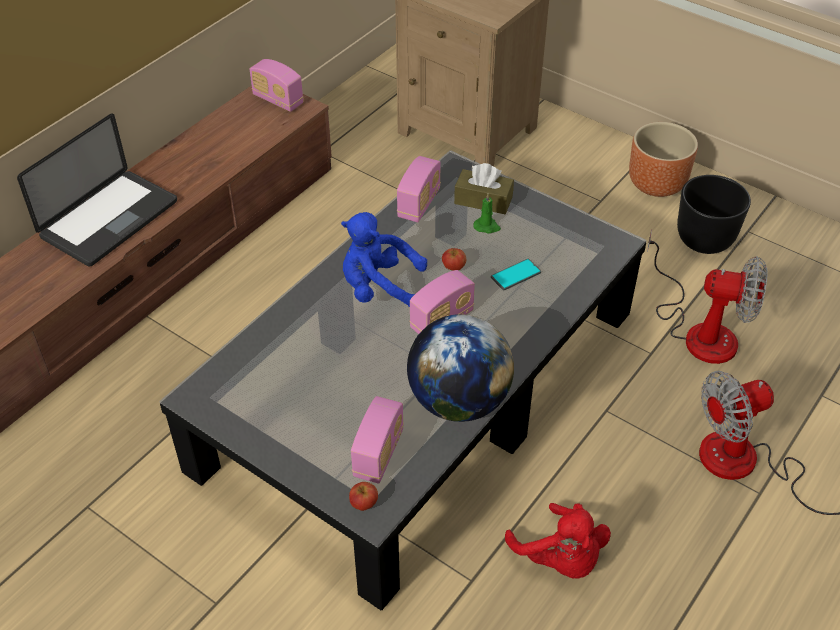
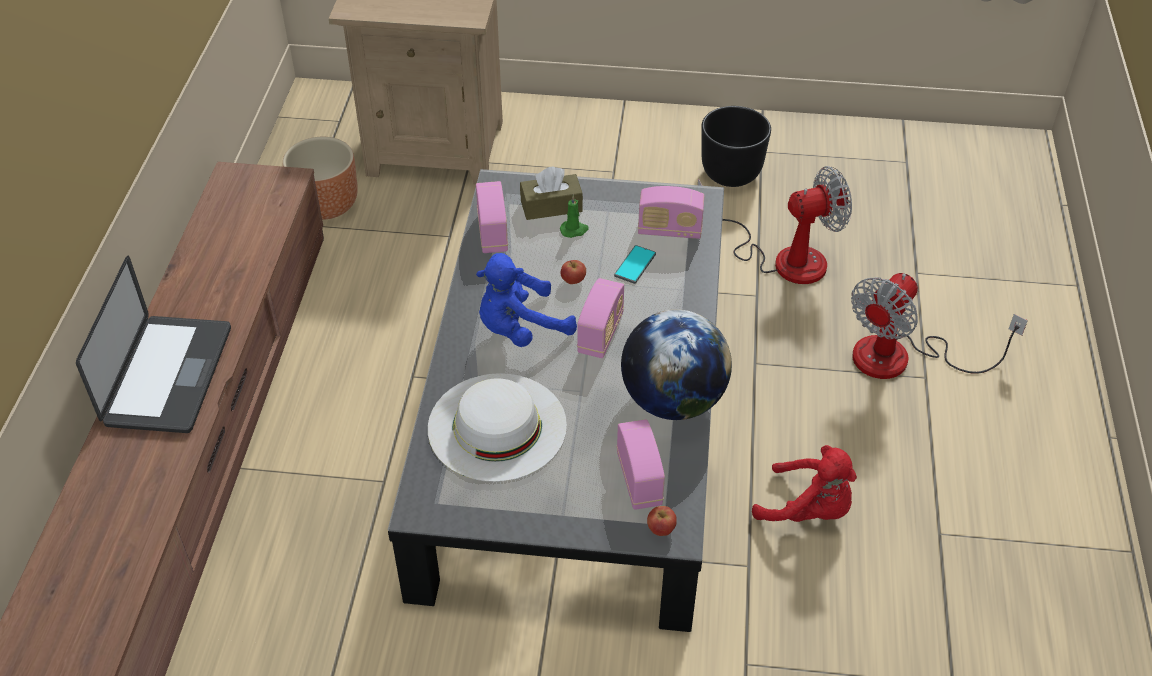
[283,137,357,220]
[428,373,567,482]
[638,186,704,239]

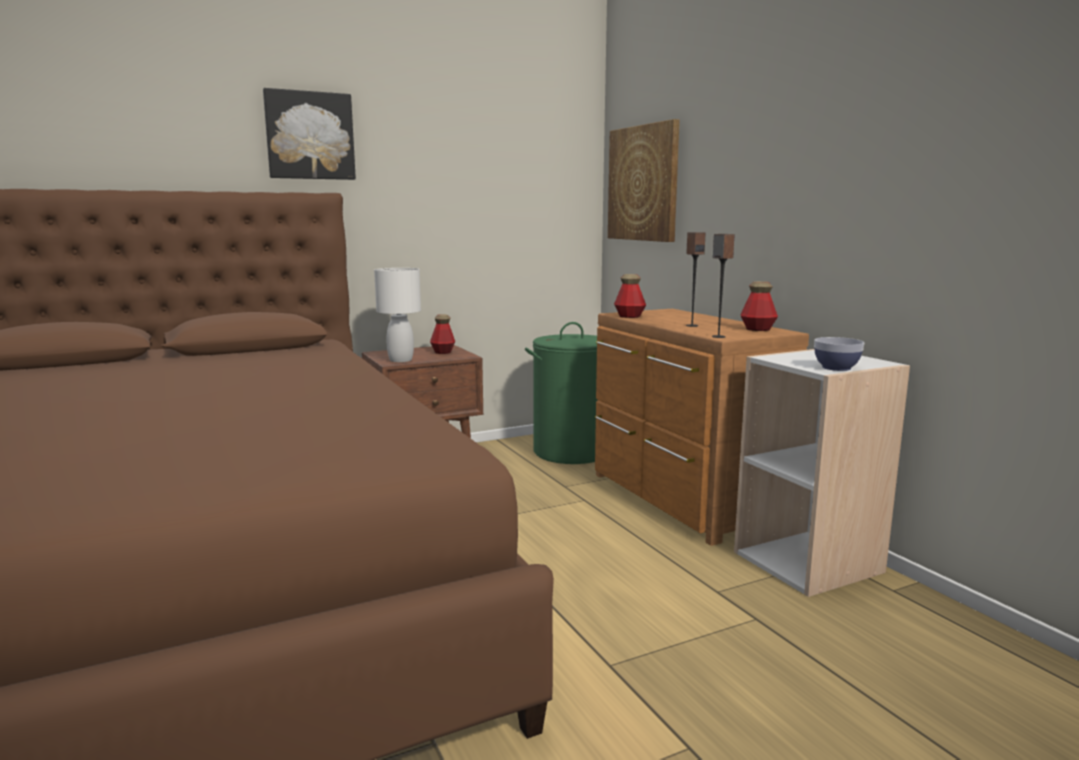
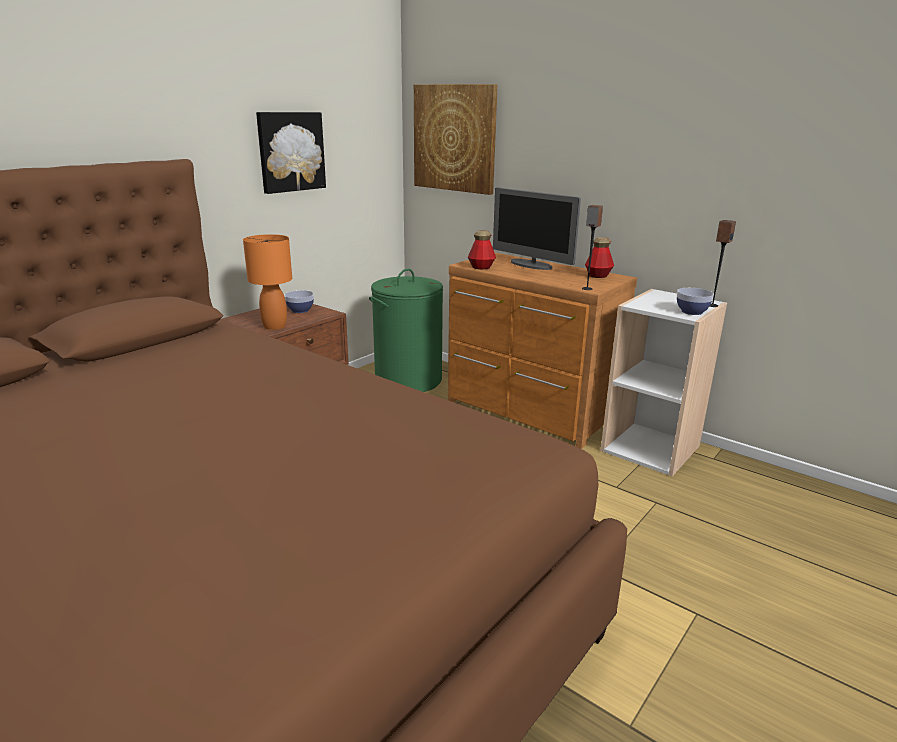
[243,234,292,330]
[256,112,326,194]
[284,290,314,313]
[493,188,581,270]
[710,220,736,307]

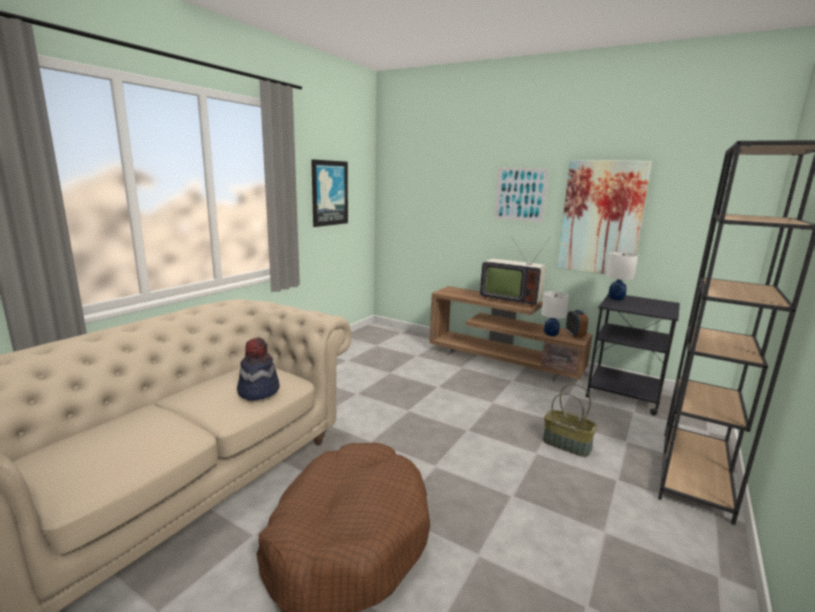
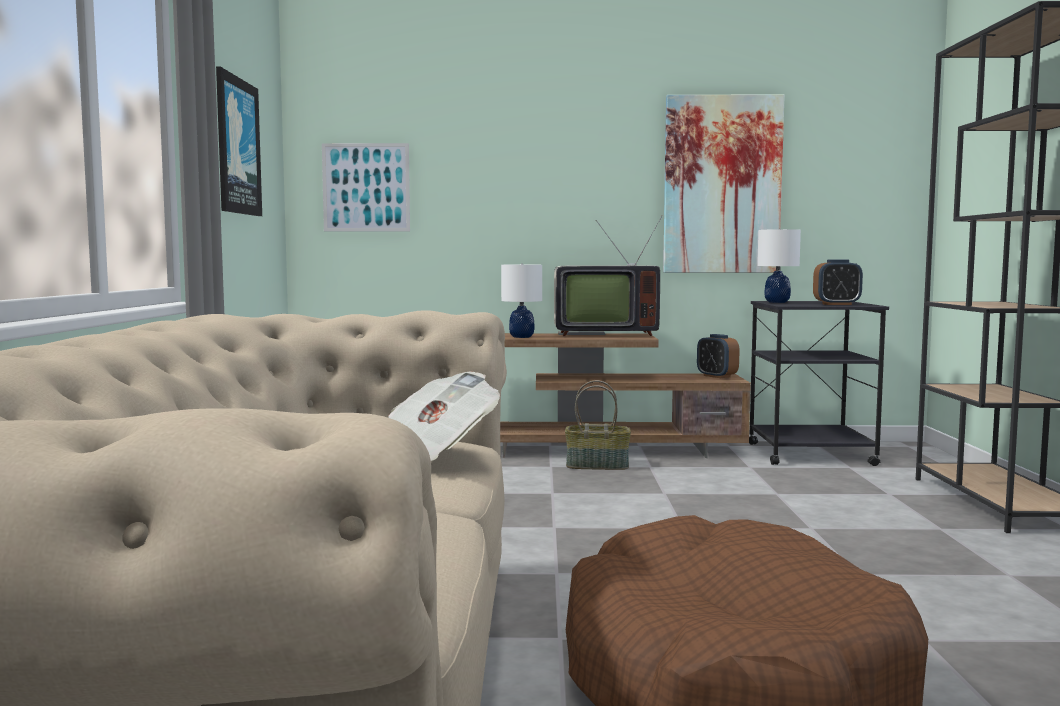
[322,143,410,231]
[388,372,500,461]
[501,263,542,338]
[565,380,631,470]
[813,260,863,305]

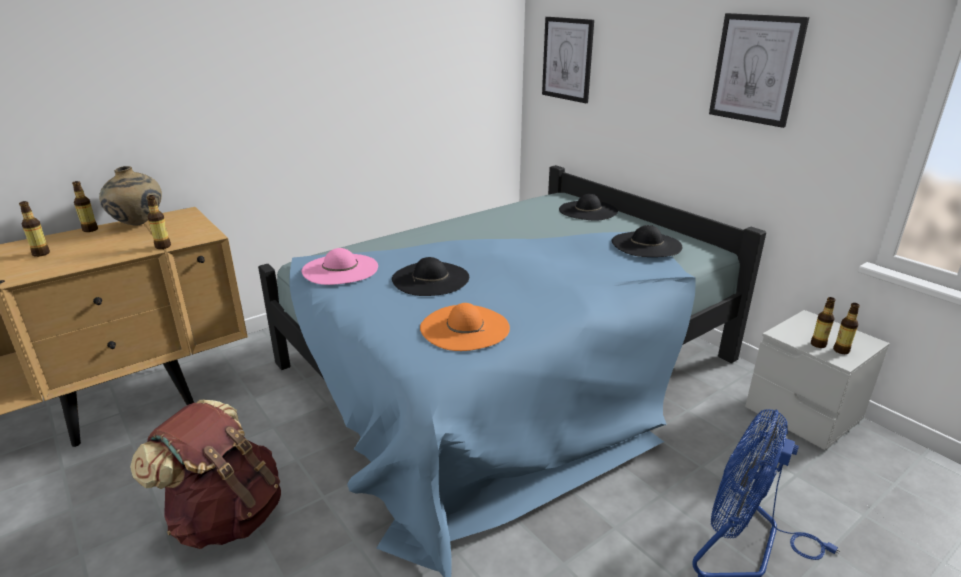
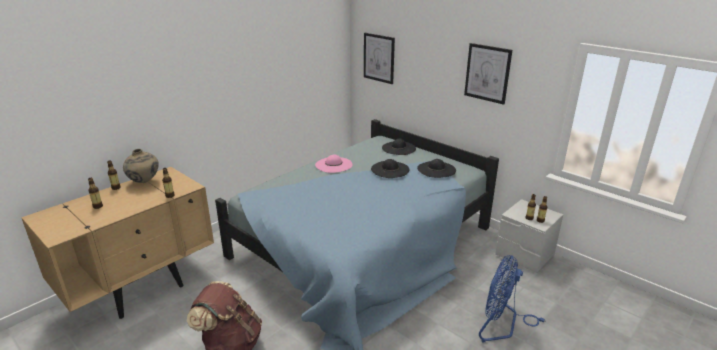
[315,154,353,173]
[371,159,409,178]
[420,303,510,351] (first image)

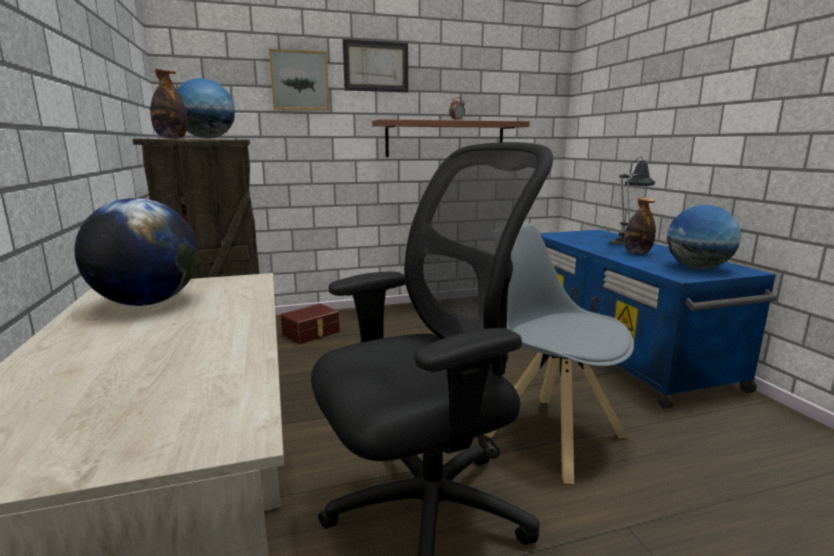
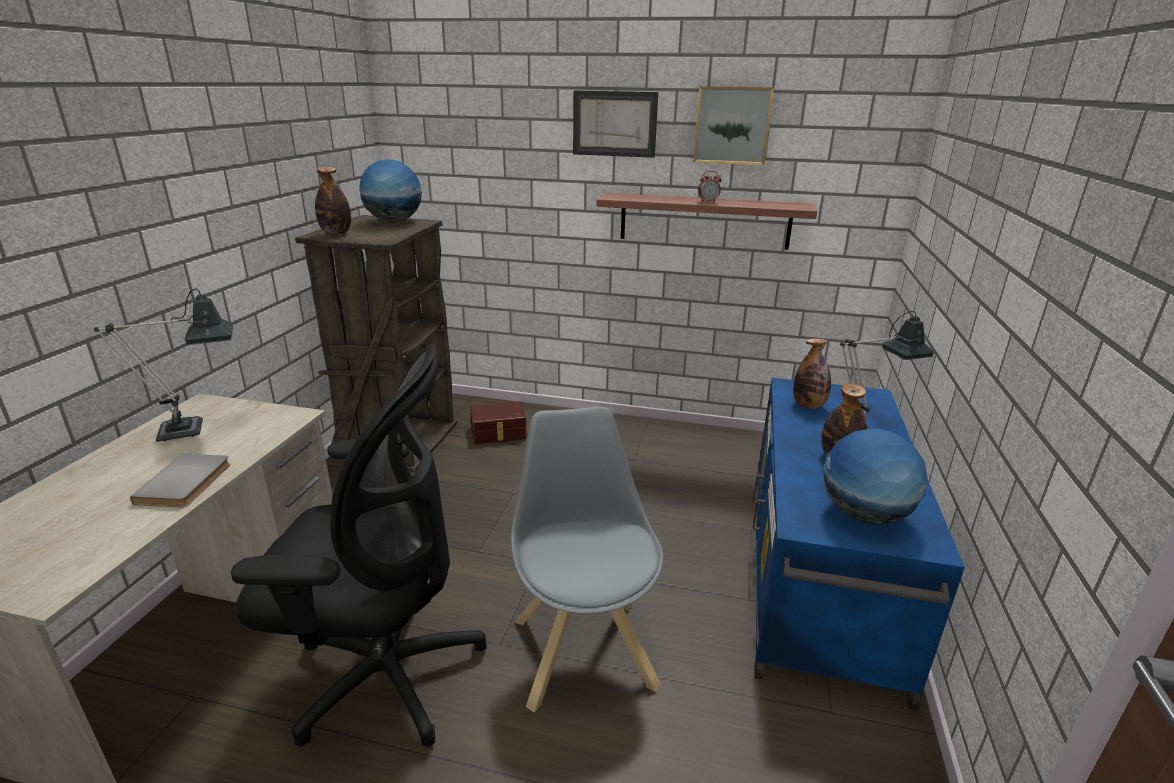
[94,289,233,442]
[130,454,230,508]
[693,86,774,166]
[793,338,831,409]

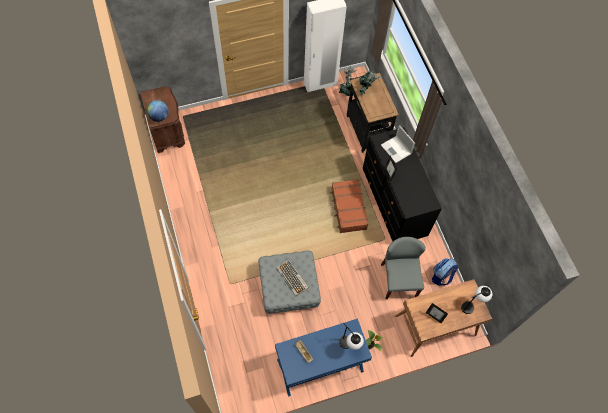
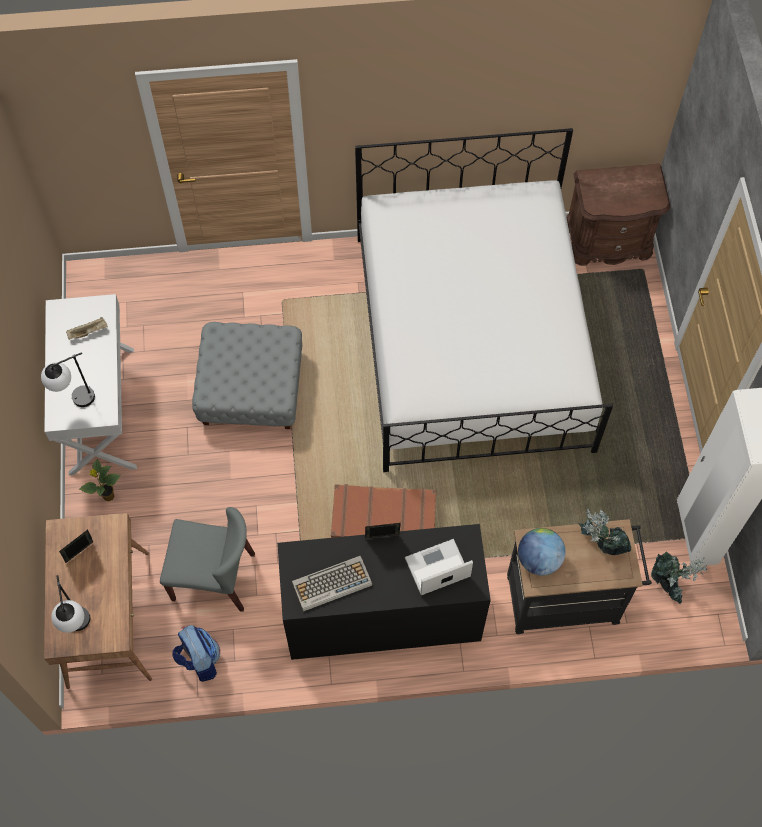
[44,294,137,475]
[292,556,372,612]
[355,128,613,472]
[518,528,566,575]

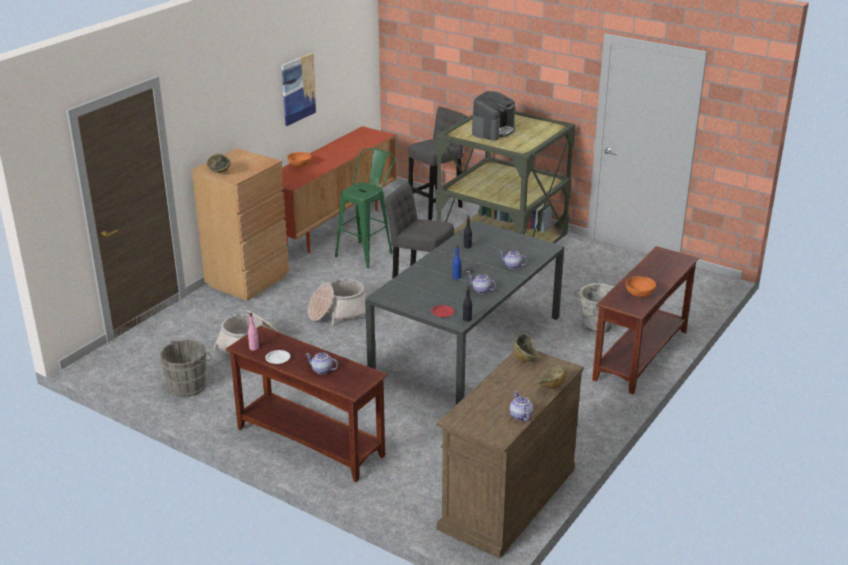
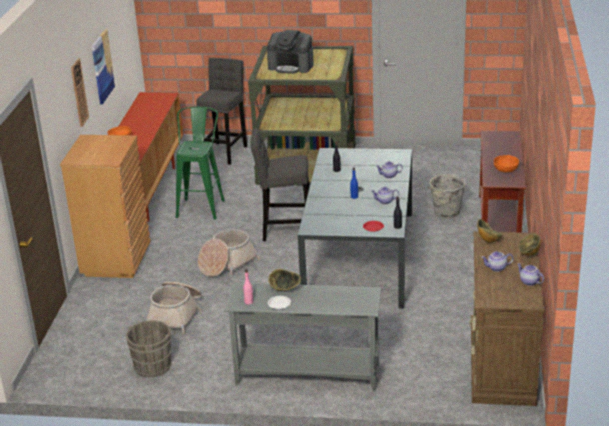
[71,58,89,127]
[224,283,382,391]
[267,30,314,74]
[268,269,301,291]
[481,251,513,272]

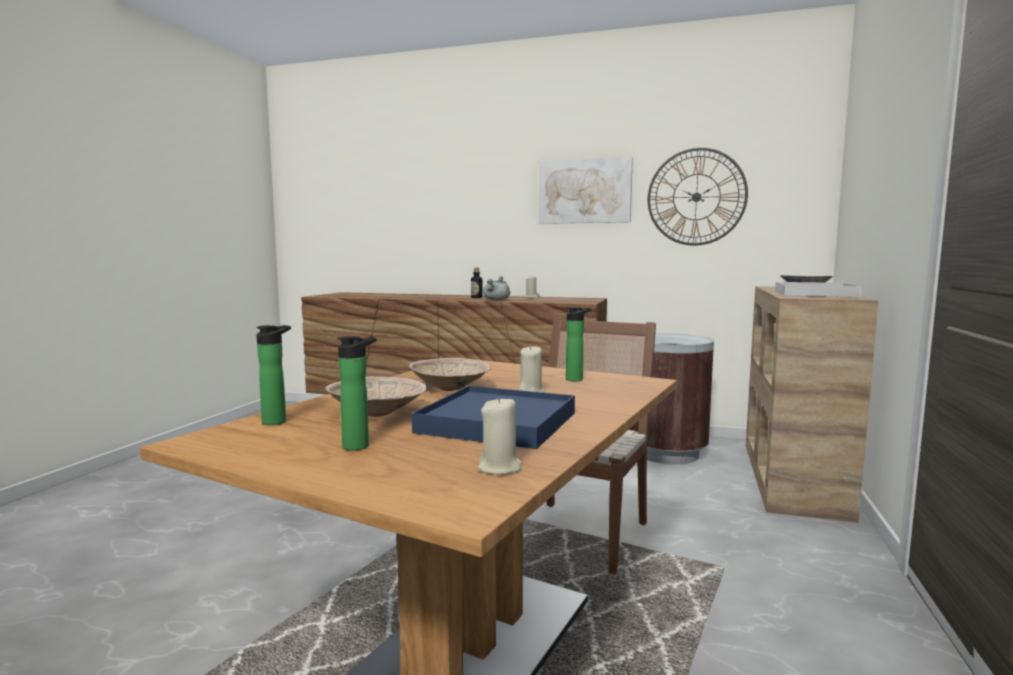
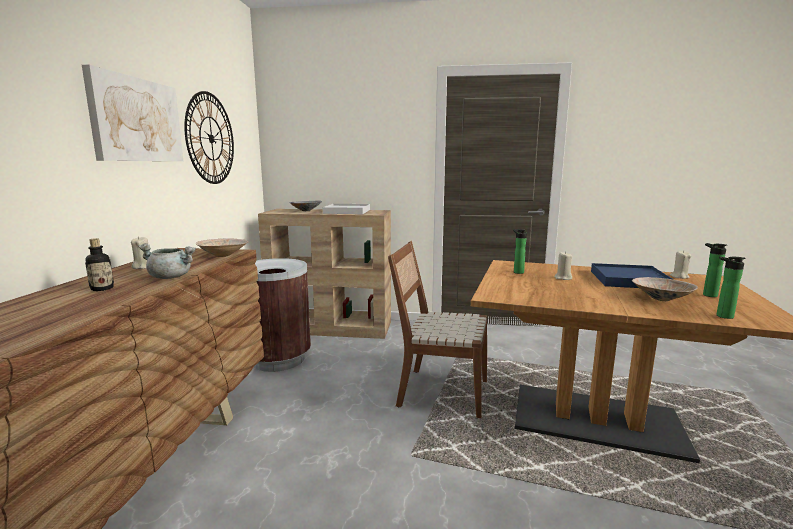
[196,238,249,257]

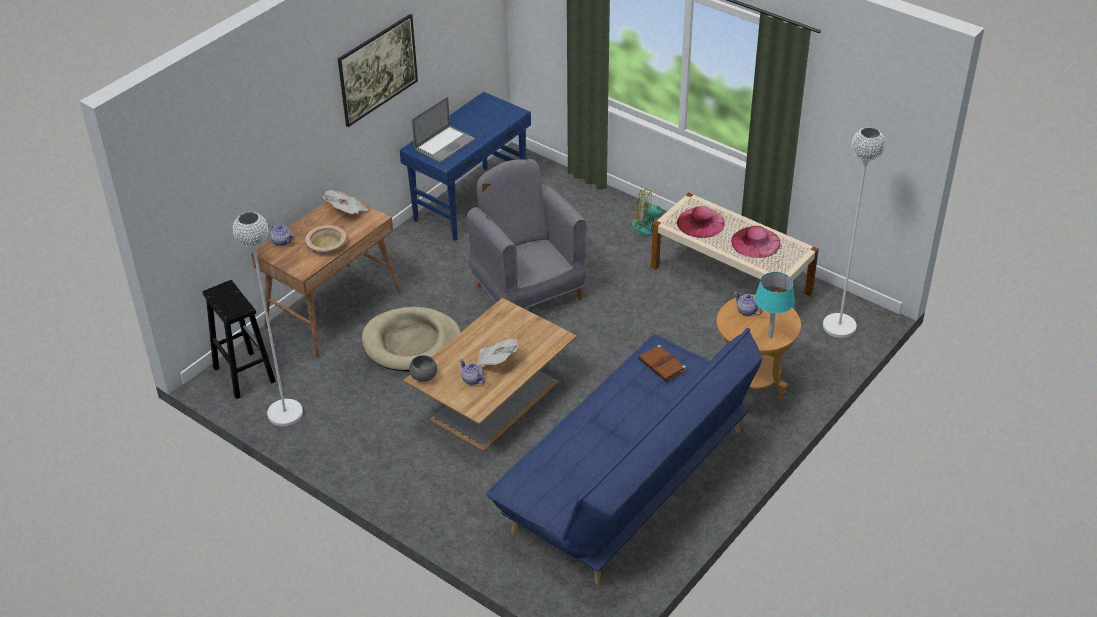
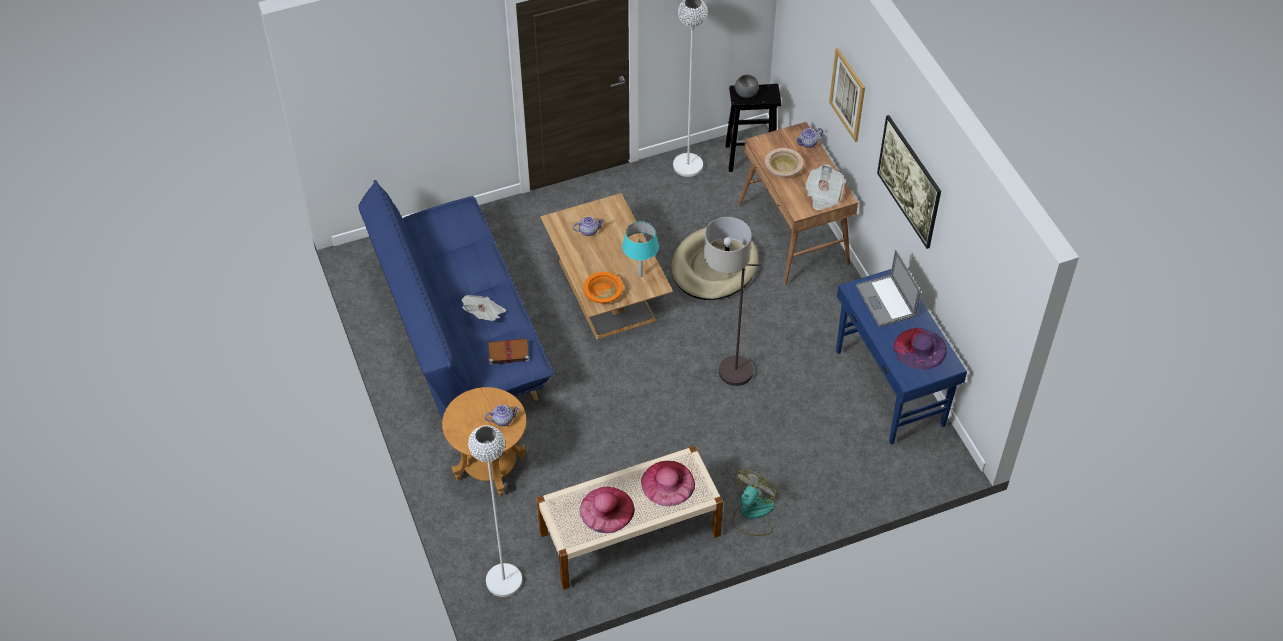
[462,295,506,321]
[583,272,623,303]
[622,221,659,277]
[704,217,761,386]
[735,74,759,98]
[829,48,865,142]
[894,328,947,370]

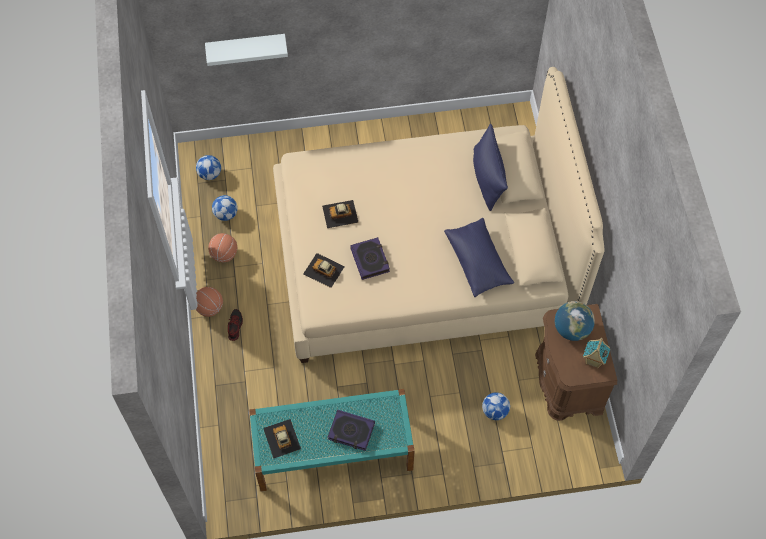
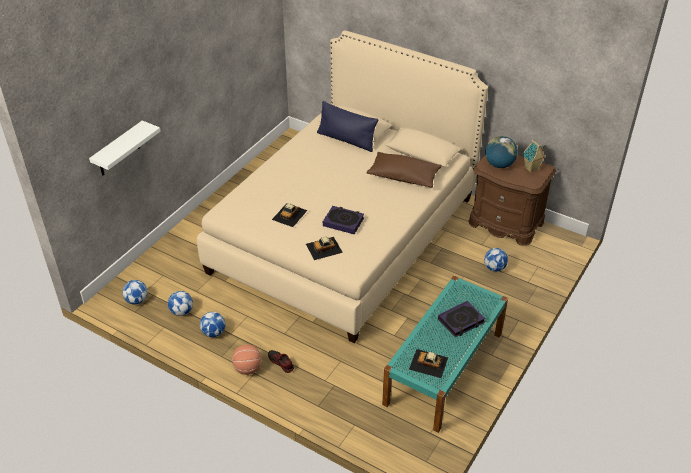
[200,312,226,337]
[367,152,442,188]

